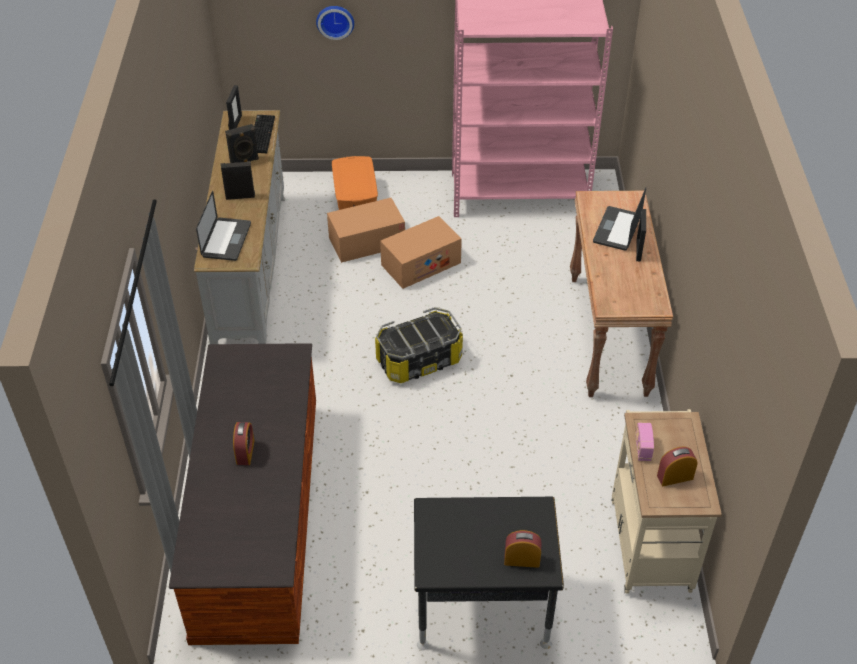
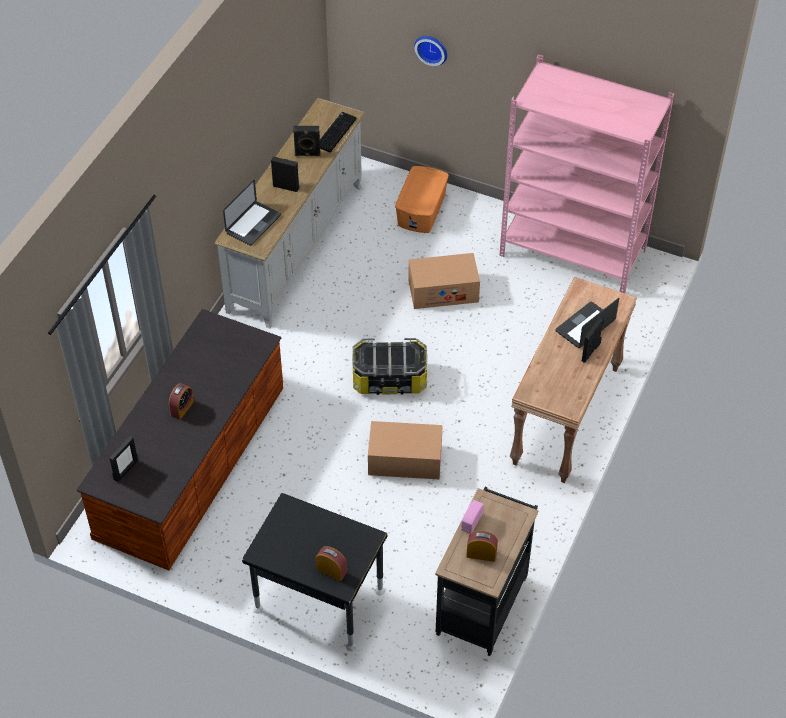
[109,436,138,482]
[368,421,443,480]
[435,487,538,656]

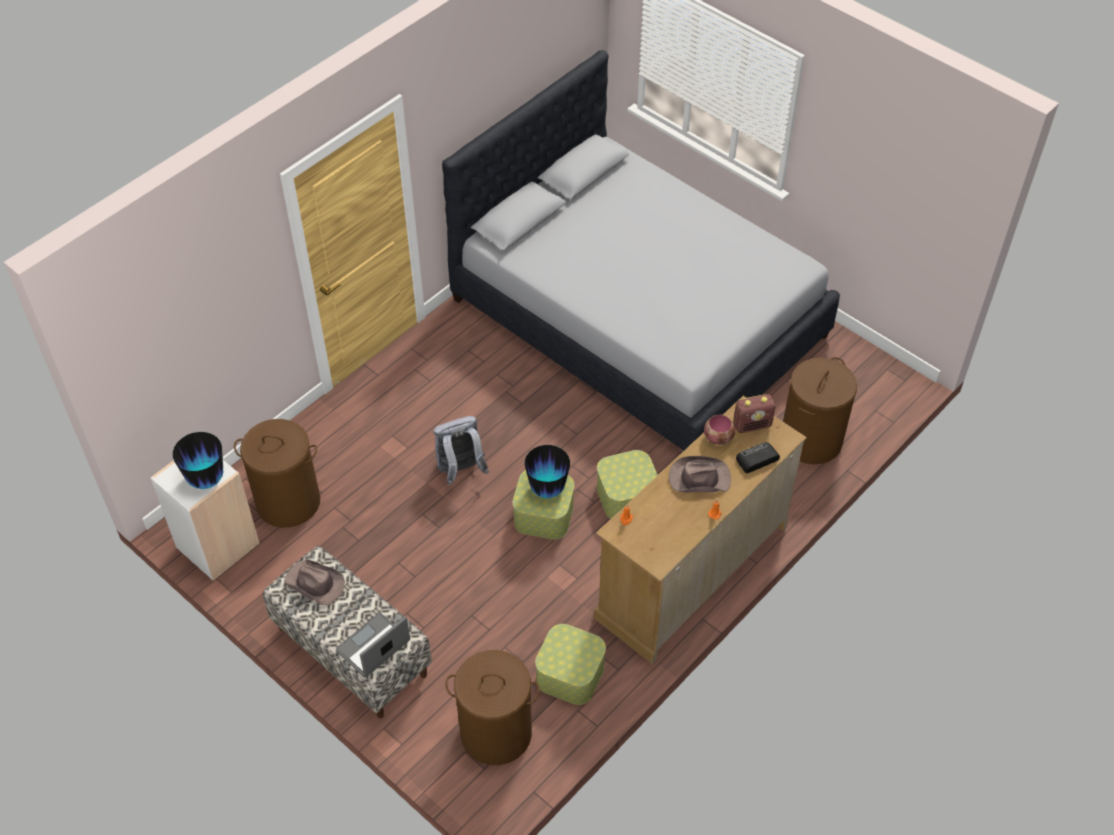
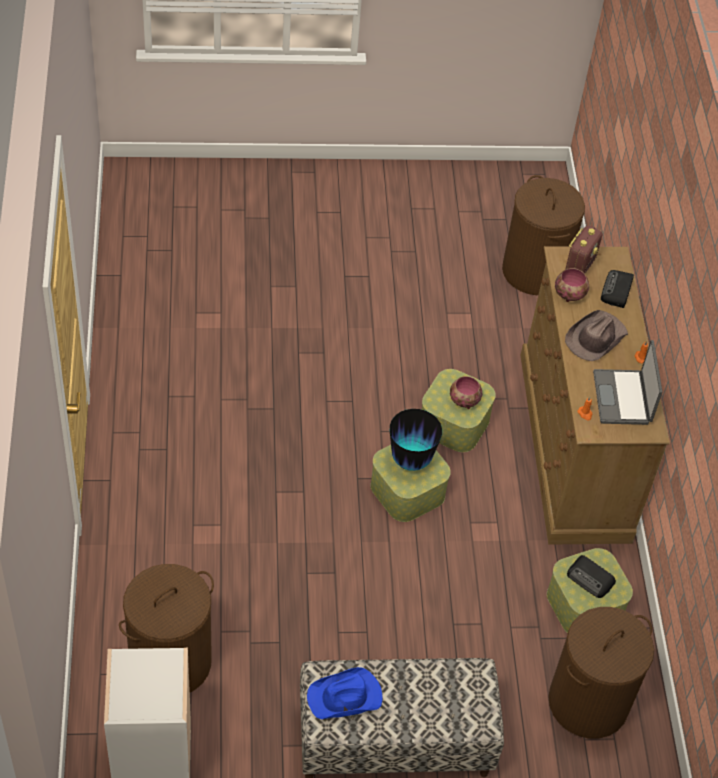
[307,667,382,719]
[450,376,482,409]
[567,555,616,598]
[593,340,663,425]
[173,432,223,489] (first image)
[433,416,489,485] (first image)
[442,50,840,451] (first image)

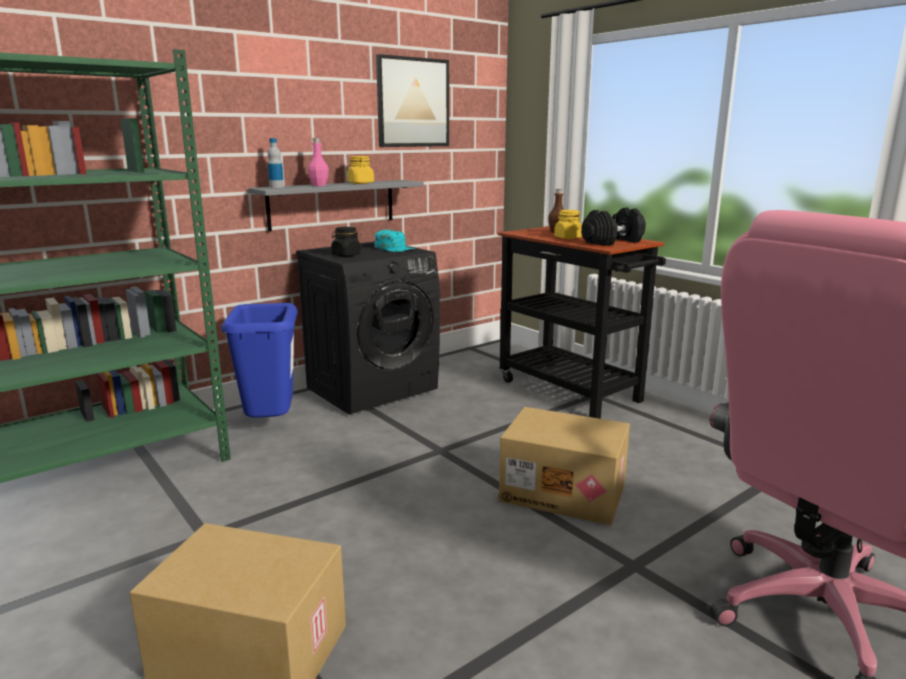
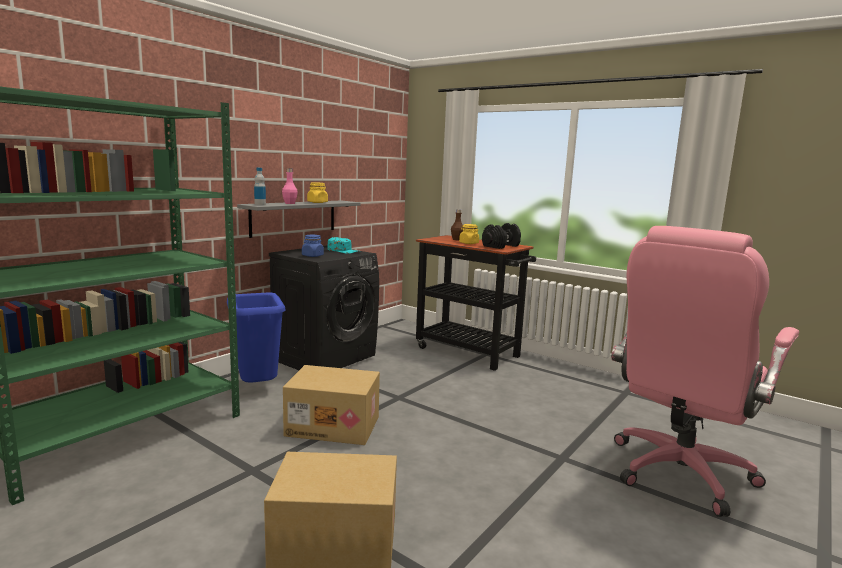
[283,365,380,445]
[302,235,324,257]
[376,54,449,147] (first image)

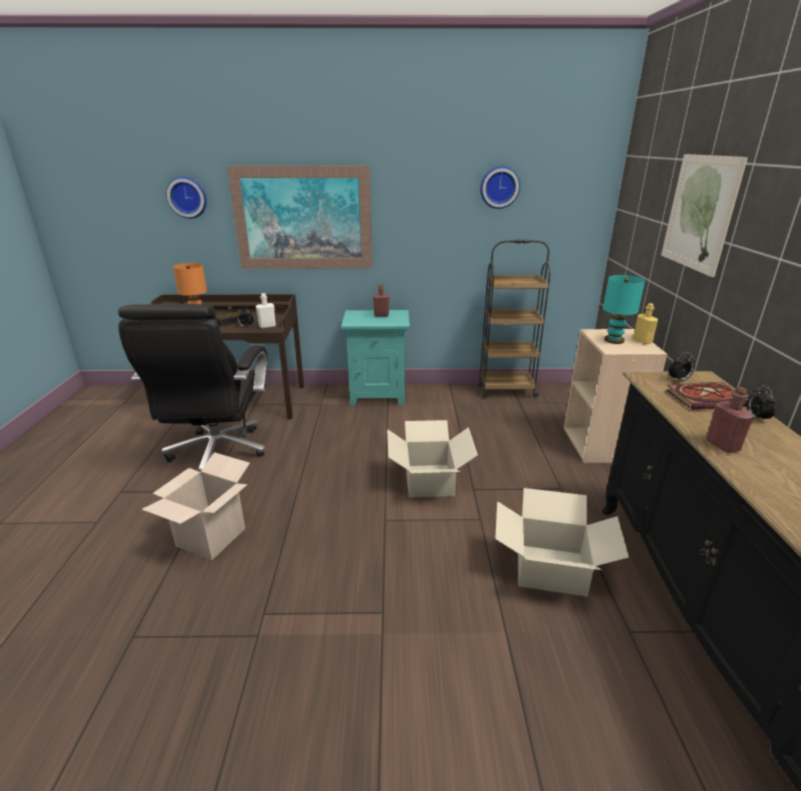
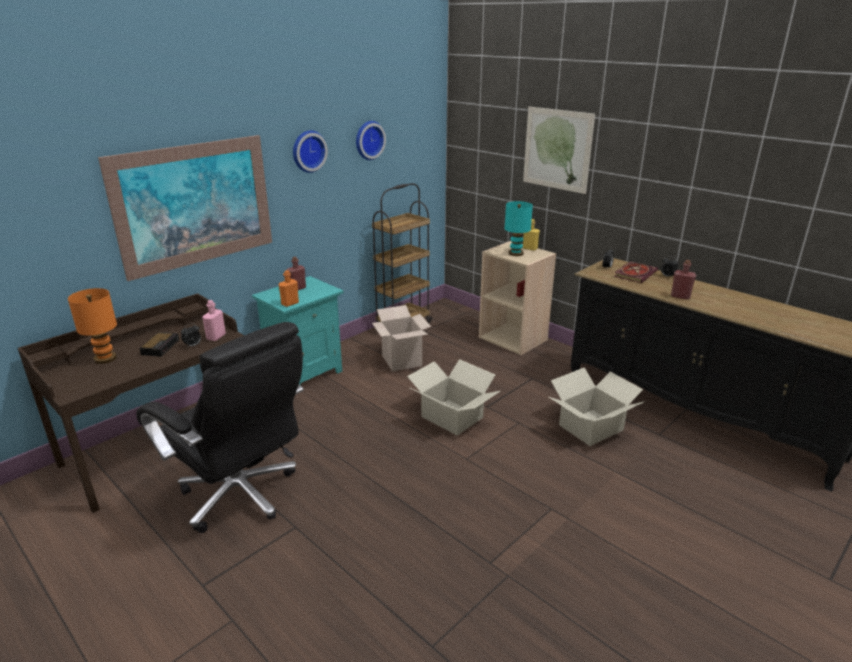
[202,300,226,341]
[279,270,299,307]
[293,130,328,173]
[372,305,431,372]

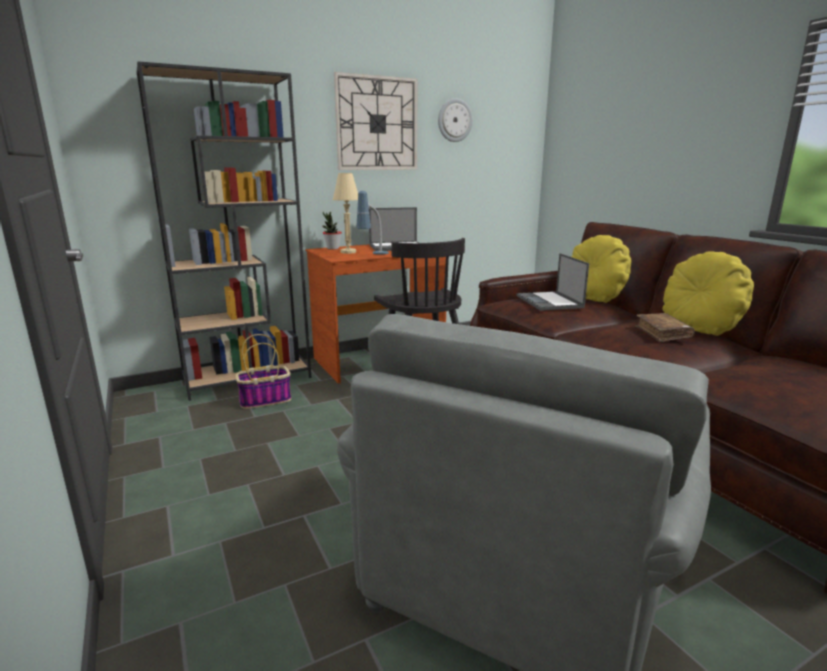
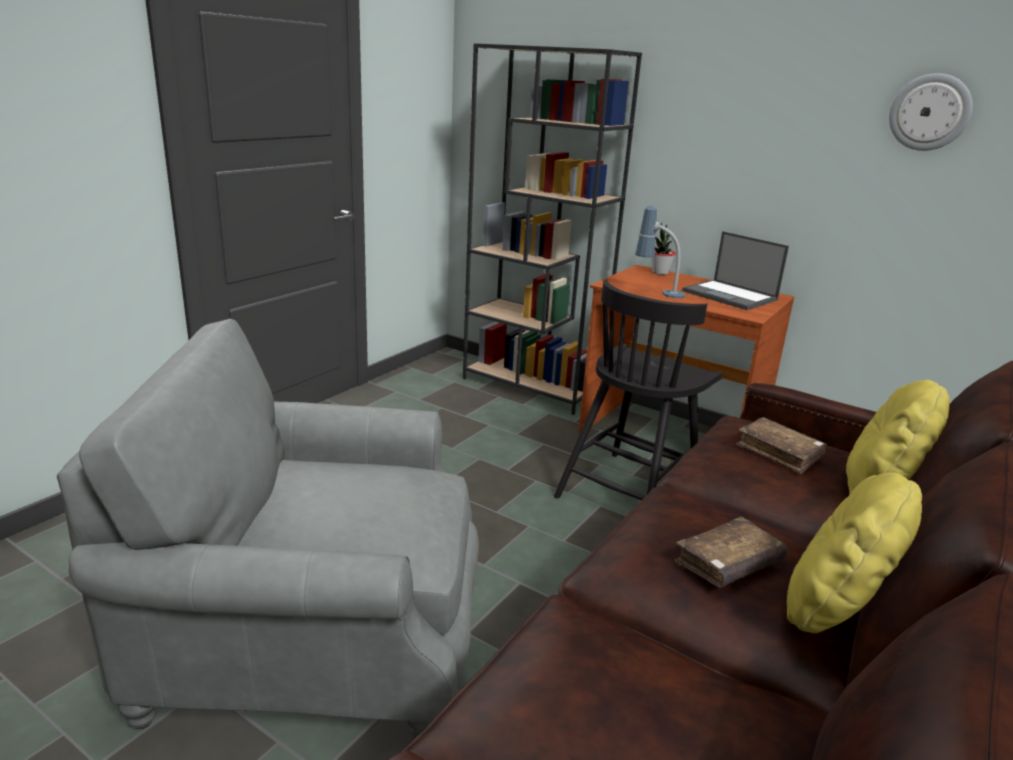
[736,417,827,474]
[235,334,291,409] (first image)
[333,173,358,254] (first image)
[334,72,417,170] (first image)

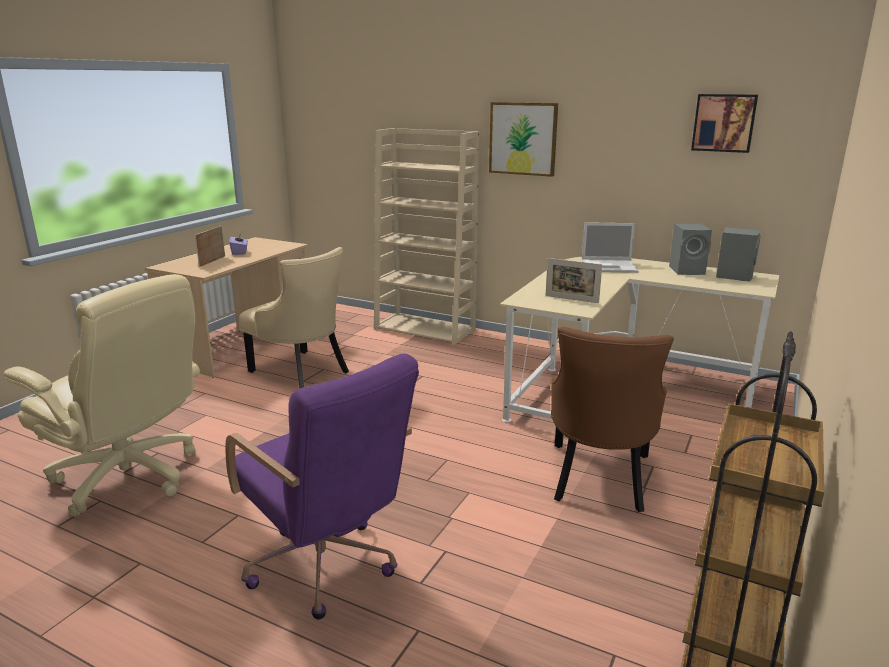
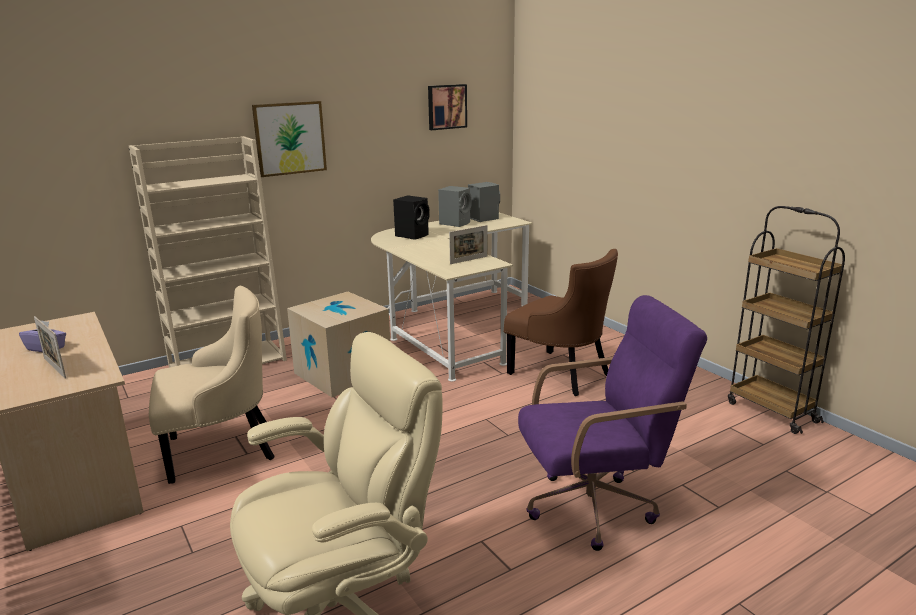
[287,292,390,397]
[393,195,430,240]

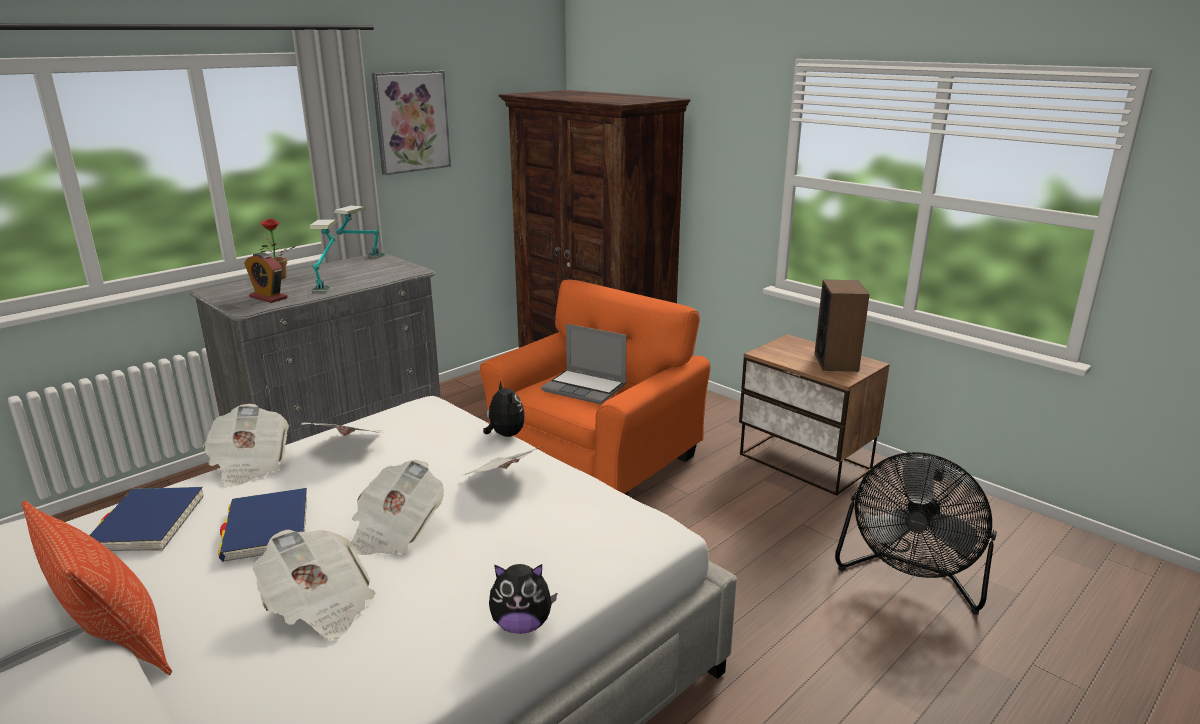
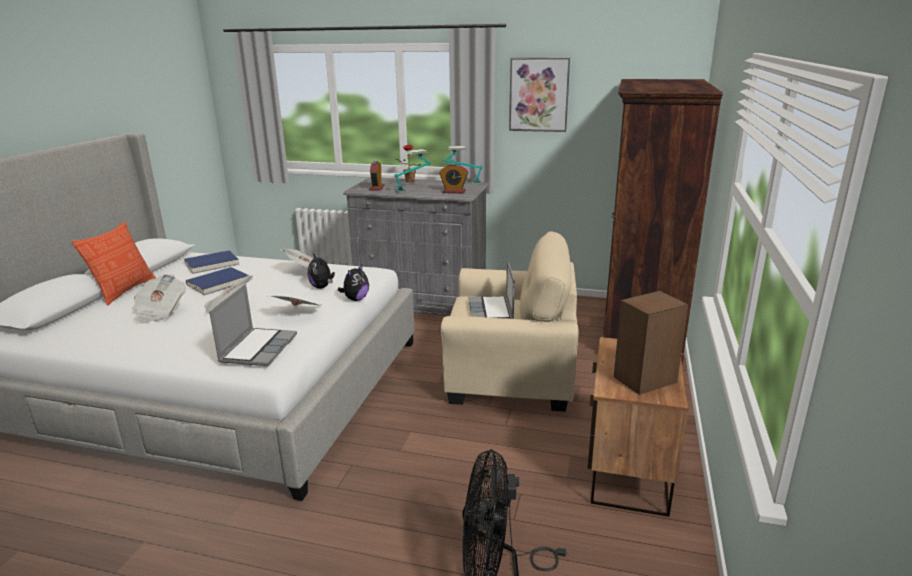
[209,284,297,366]
[308,254,335,289]
[439,164,468,193]
[441,231,579,411]
[203,404,289,487] (first image)

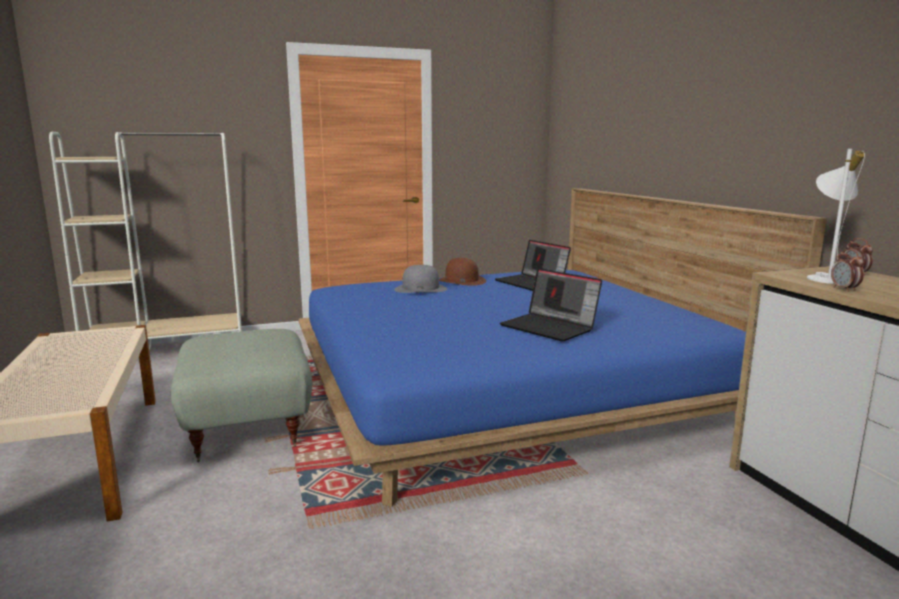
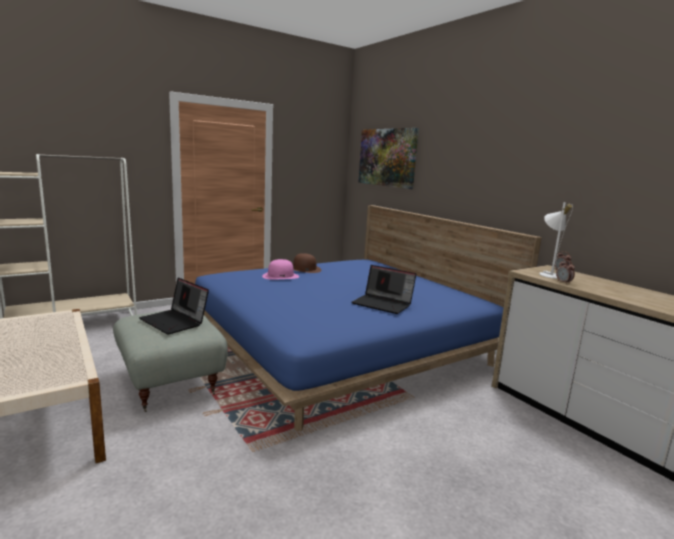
[139,278,209,335]
[262,259,299,280]
[358,128,419,189]

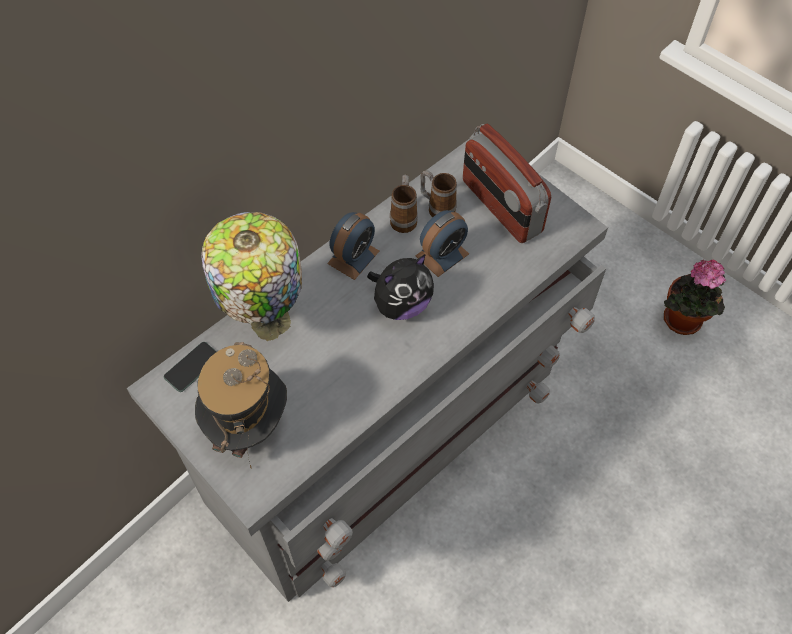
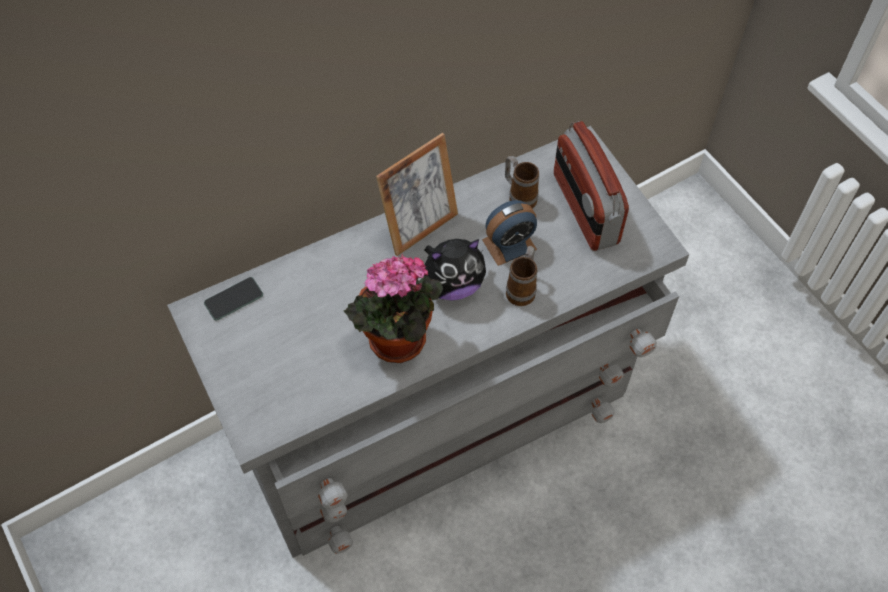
[344,254,443,363]
[376,133,458,256]
[506,246,537,306]
[195,342,287,468] (first image)
[202,212,302,341] (first image)

